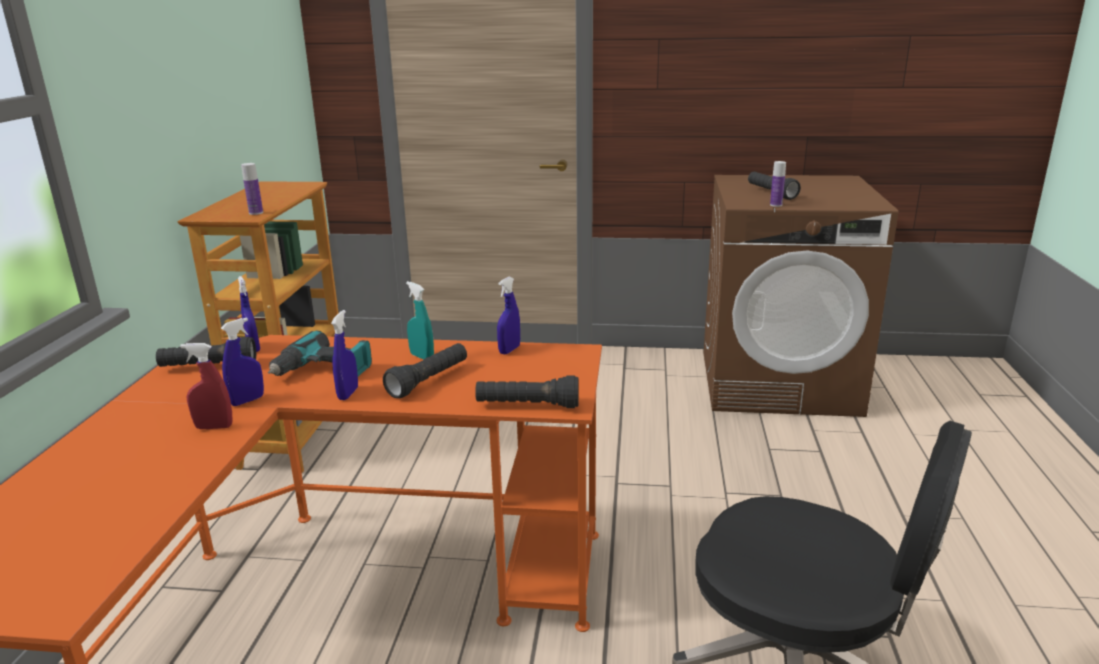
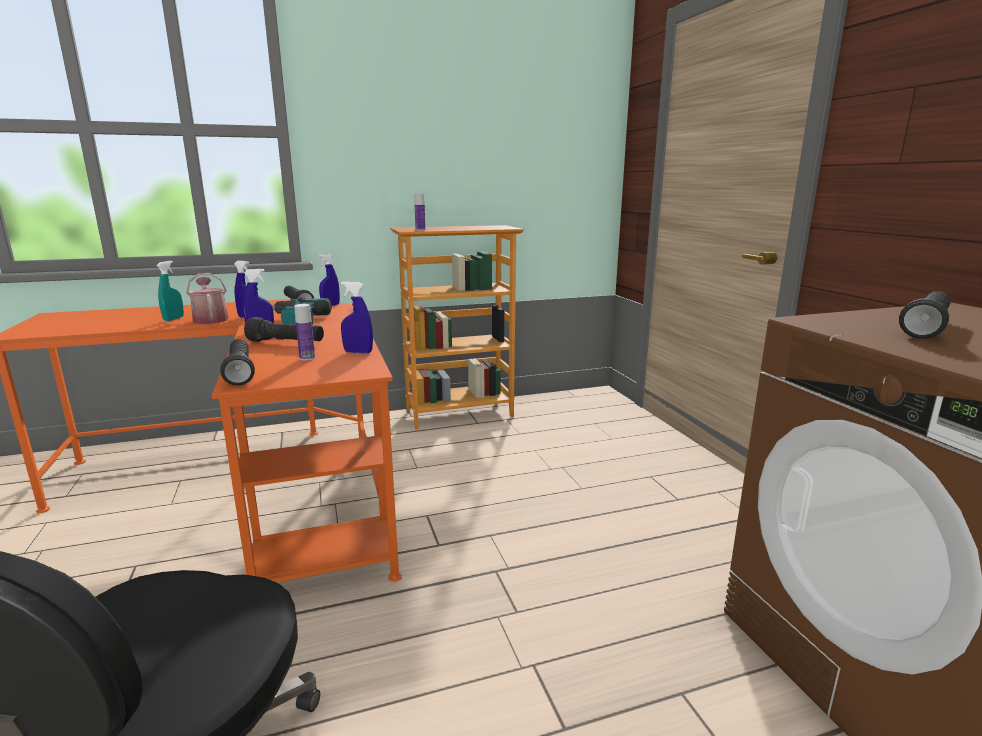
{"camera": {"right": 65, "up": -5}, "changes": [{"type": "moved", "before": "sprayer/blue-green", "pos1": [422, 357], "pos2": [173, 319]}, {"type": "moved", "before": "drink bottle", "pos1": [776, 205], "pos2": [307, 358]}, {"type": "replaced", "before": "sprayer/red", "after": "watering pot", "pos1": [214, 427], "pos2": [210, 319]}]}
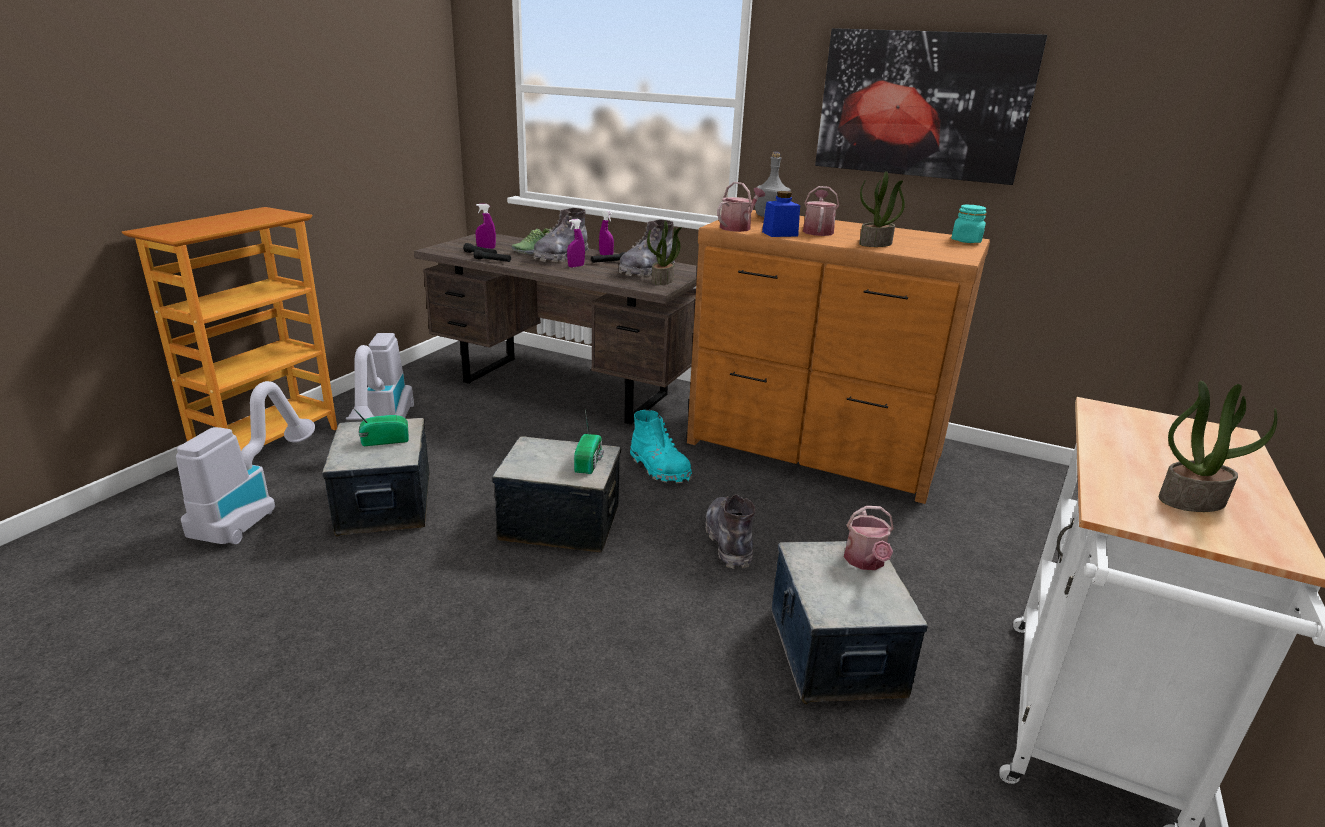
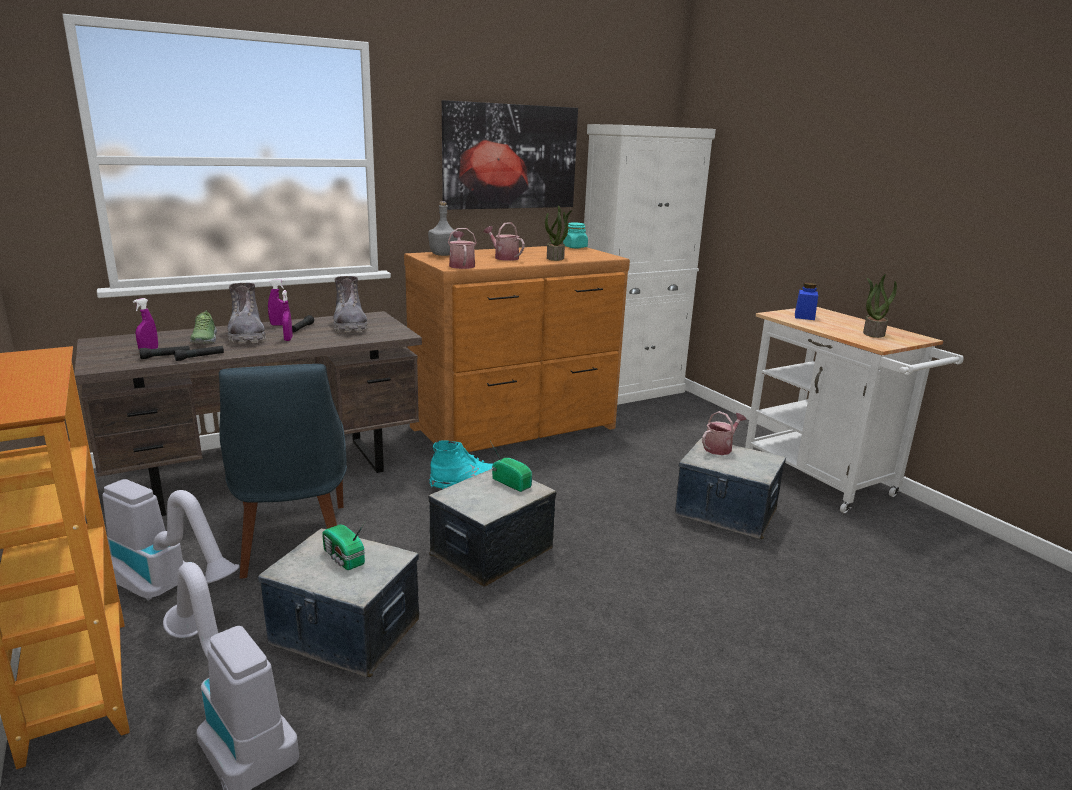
{"camera": {"right": -55, "up": -5}, "changes": [{"type": "removed", "before": "potted plant", "pos1": [663, 281]}, {"type": "removed", "before": "tall boot/gray", "pos1": [729, 541]}, {"type": "added", "after": "upright chair/bluish", "pos2": [294, 543]}, {"type": "added", "after": "cabinet/white", "pos2": [629, 391]}, {"type": "moved", "before": "storage jar/bluish", "pos1": [780, 234], "pos2": [804, 316]}, {"type": "turned", "before": "radio", "pos1": [383, 440], "pos2": [343, 558], "turn": -60}, {"type": "turned", "before": "watering pot", "pos1": [865, 562], "pos2": [720, 448], "turn": -75}]}
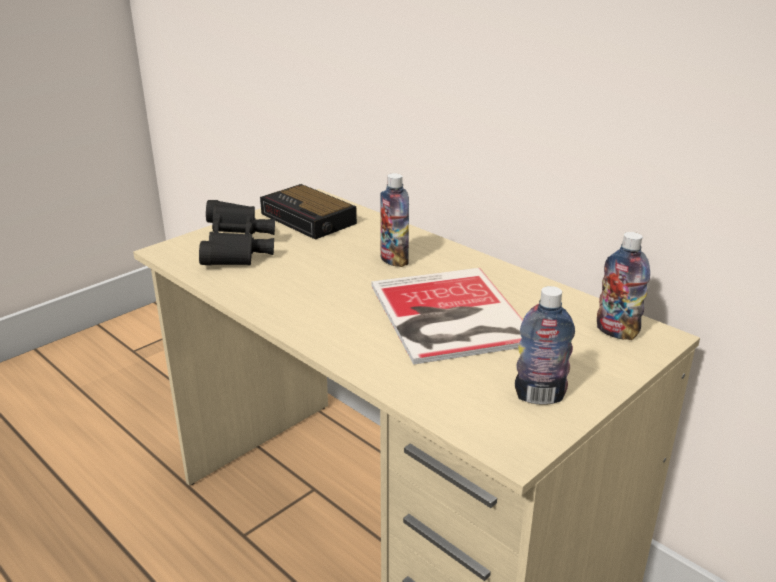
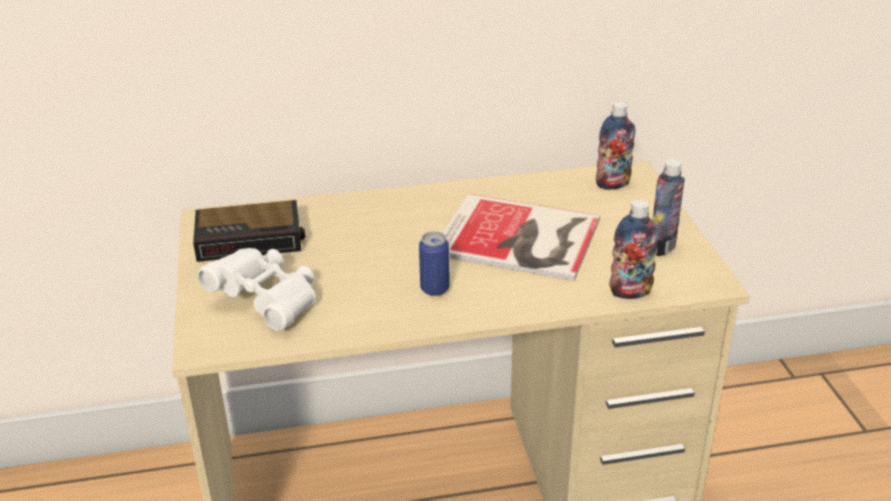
{"camera": {"right": -55, "up": 5}, "changes": [{"type": "added", "after": "can", "pos2": [435, 289]}, {"type": "moved", "before": "drink bottle", "pos1": [394, 260], "pos2": [630, 292]}, {"type": "recoloured", "before": "field glasses/black", "after": "field glasses/white", "pos1": [238, 251], "pos2": [267, 301]}]}
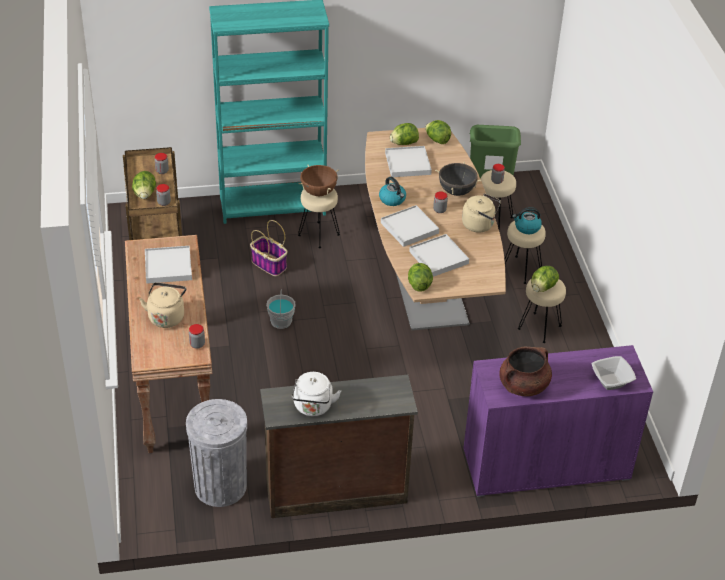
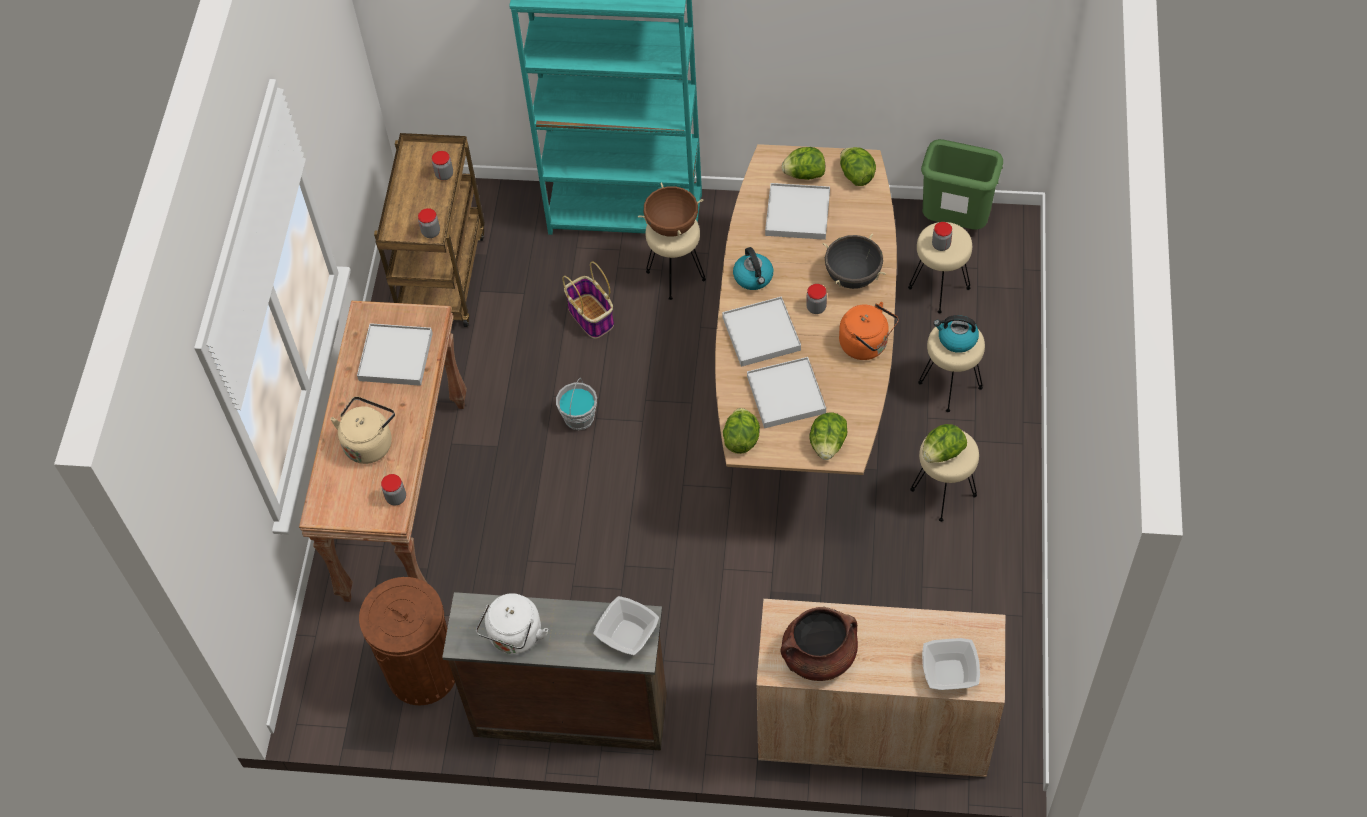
{"camera": {"right": 20, "up": 15}, "changes": [{"type": "added", "after": "serving bowl", "pos2": [628, 635]}, {"type": "moved", "before": "head of lettuce", "pos1": [145, 194], "pos2": [827, 444]}, {"type": "recoloured", "before": "waste bin/gray", "after": "waste bin/brownish", "pos1": [220, 486], "pos2": [422, 672]}, {"type": "recoloured", "before": "tea kettle/beige", "after": "tea kettle/orange", "pos1": [480, 225], "pos2": [866, 345]}, {"type": "recoloured", "before": "cabinet/purple-coloured", "after": "cabinet/beige", "pos1": [546, 464], "pos2": [873, 728]}]}
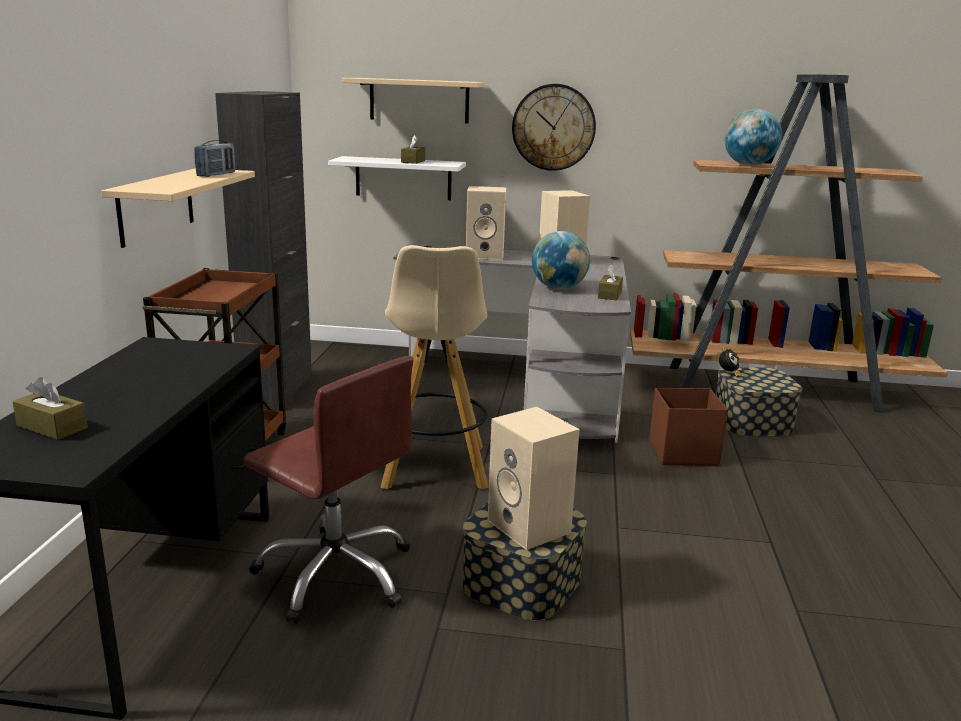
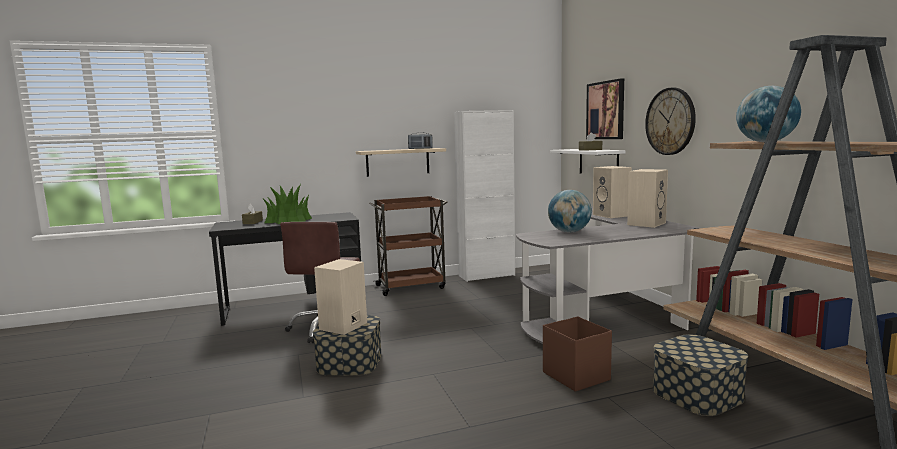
{"camera": {"right": 65, "up": -10}, "changes": [{"type": "removed", "before": "sitting stool/beige", "pos1": [434, 468]}, {"type": "removed", "before": "tissue holder/brownish", "pos1": [609, 295]}, {"type": "removed", "before": "bedside clock", "pos1": [728, 374]}, {"type": "added", "after": "potted plant", "pos2": [288, 220]}, {"type": "replaced", "before": "shelf/beige", "after": "wall picture", "pos1": [419, 100], "pos2": [605, 110]}, {"type": "recoloured", "before": "cabinet/black", "after": "cabinet/white", "pos1": [277, 391], "pos2": [486, 275]}]}
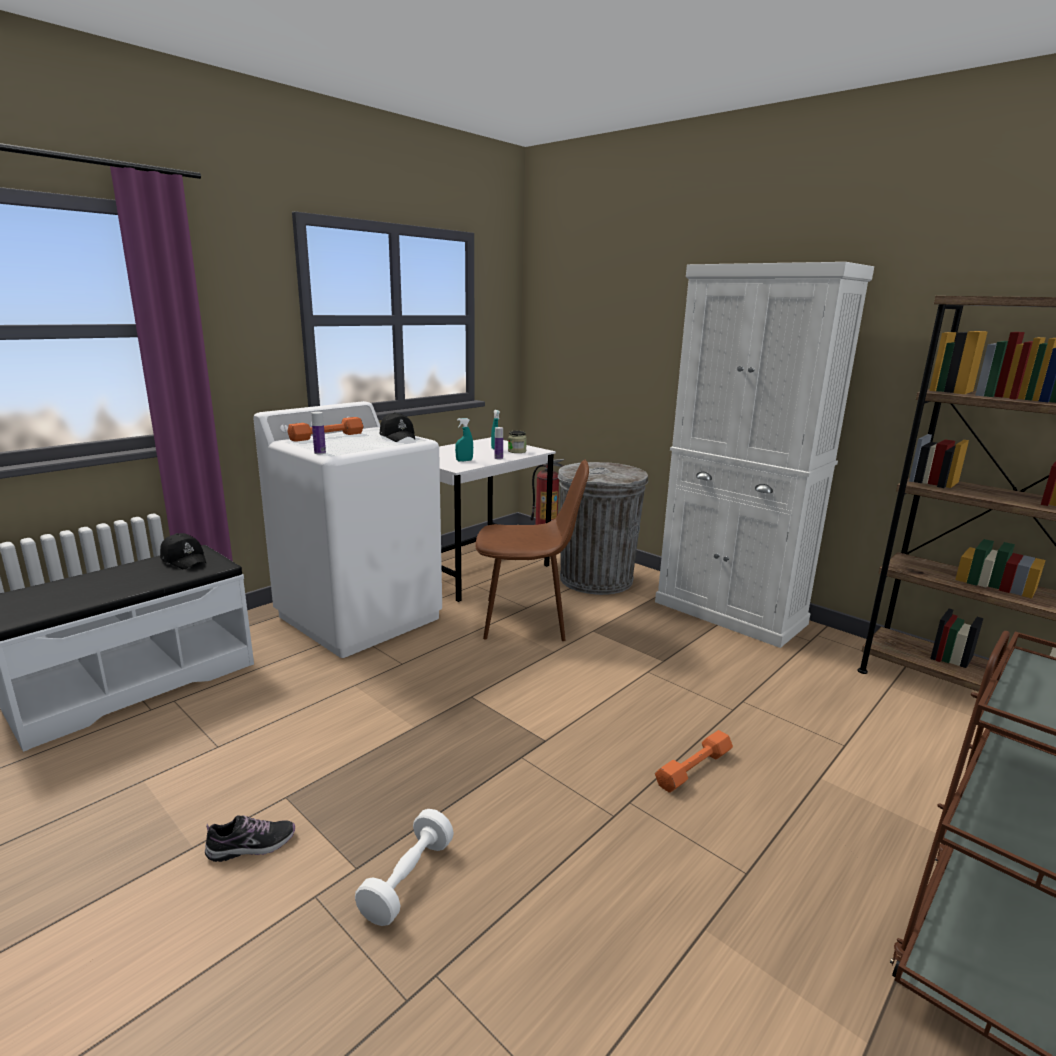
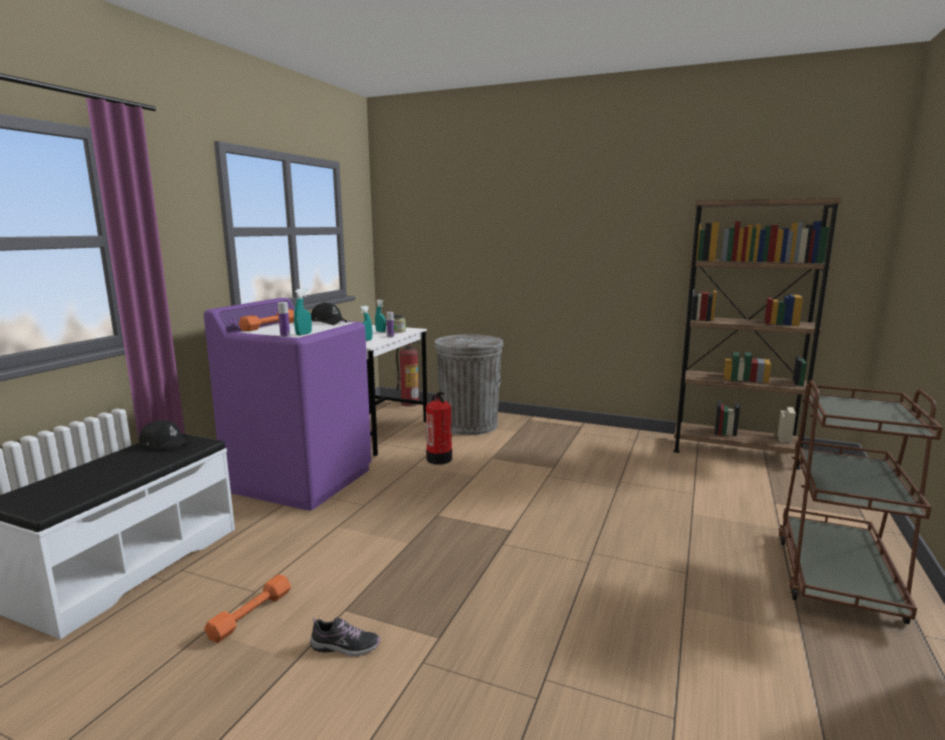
{"camera": {"right": -20, "up": -5}, "changes": [{"type": "removed", "before": "hand weight/white", "pos1": [407, 880]}, {"type": "removed", "before": "cabinet/white", "pos1": [729, 613]}, {"type": "added", "after": "sprayer/blue-green", "pos2": [303, 334]}, {"type": "moved", "before": "hand weight/orange", "pos1": [693, 768], "pos2": [250, 614]}, {"type": "replaced", "before": "upright chair/brownish", "after": "extinguisher", "pos1": [528, 620], "pos2": [439, 459]}, {"type": "recoloured", "before": "laundry appliance/white", "after": "laundry appliance/purple-coloured", "pos1": [360, 617], "pos2": [301, 479]}, {"type": "turned", "before": "low shoe", "pos1": [251, 846], "pos2": [345, 646], "turn": 45}]}
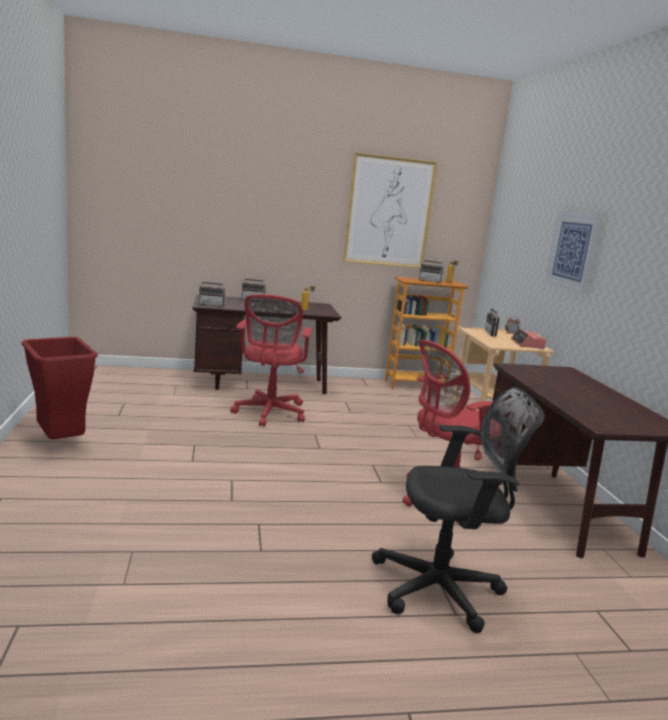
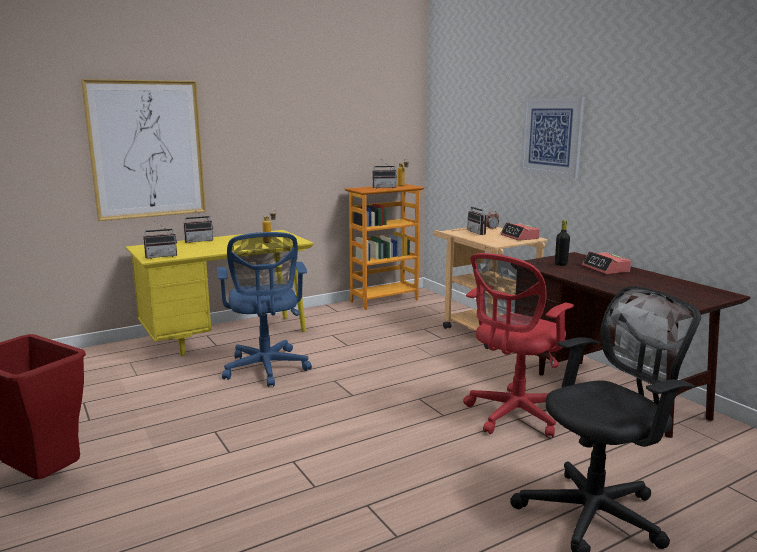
{"camera": {"right": -20, "up": 0}, "changes": [{"type": "added", "after": "drink bottle/black", "pos2": [561, 264]}, {"type": "added", "after": "bedside clock", "pos2": [605, 269]}, {"type": "moved", "before": "wall picture", "pos1": [389, 212], "pos2": [147, 149]}, {"type": "recoloured", "before": "desk table/brownish", "after": "desk table/yellowish", "pos1": [260, 384], "pos2": [227, 337]}, {"type": "recoloured", "before": "desk chair/red", "after": "desk chair/bluish", "pos1": [269, 413], "pos2": [266, 369]}]}
